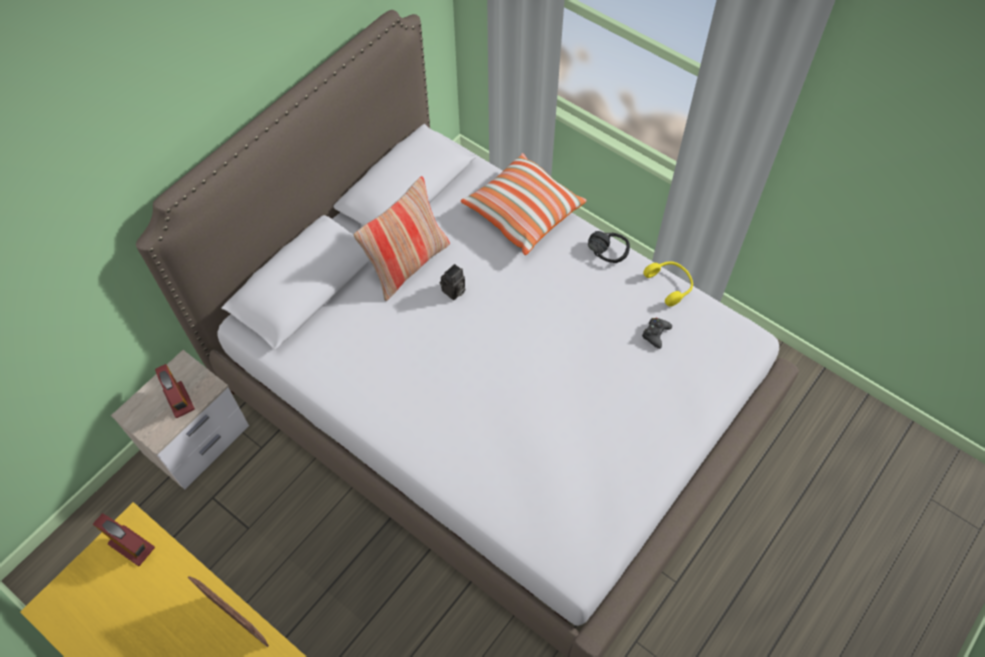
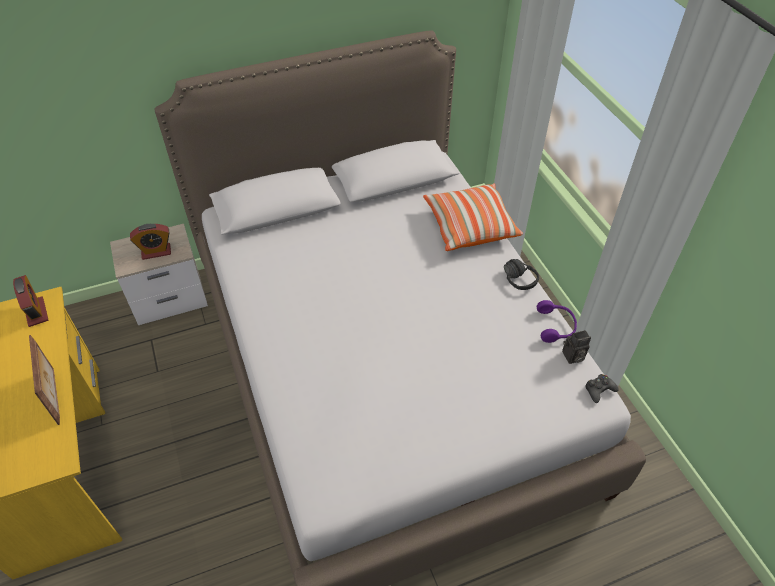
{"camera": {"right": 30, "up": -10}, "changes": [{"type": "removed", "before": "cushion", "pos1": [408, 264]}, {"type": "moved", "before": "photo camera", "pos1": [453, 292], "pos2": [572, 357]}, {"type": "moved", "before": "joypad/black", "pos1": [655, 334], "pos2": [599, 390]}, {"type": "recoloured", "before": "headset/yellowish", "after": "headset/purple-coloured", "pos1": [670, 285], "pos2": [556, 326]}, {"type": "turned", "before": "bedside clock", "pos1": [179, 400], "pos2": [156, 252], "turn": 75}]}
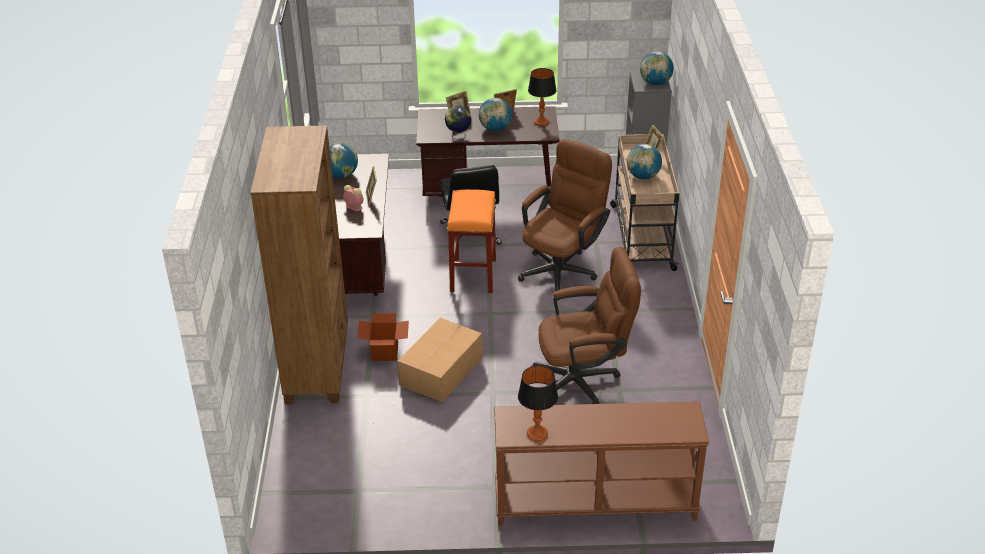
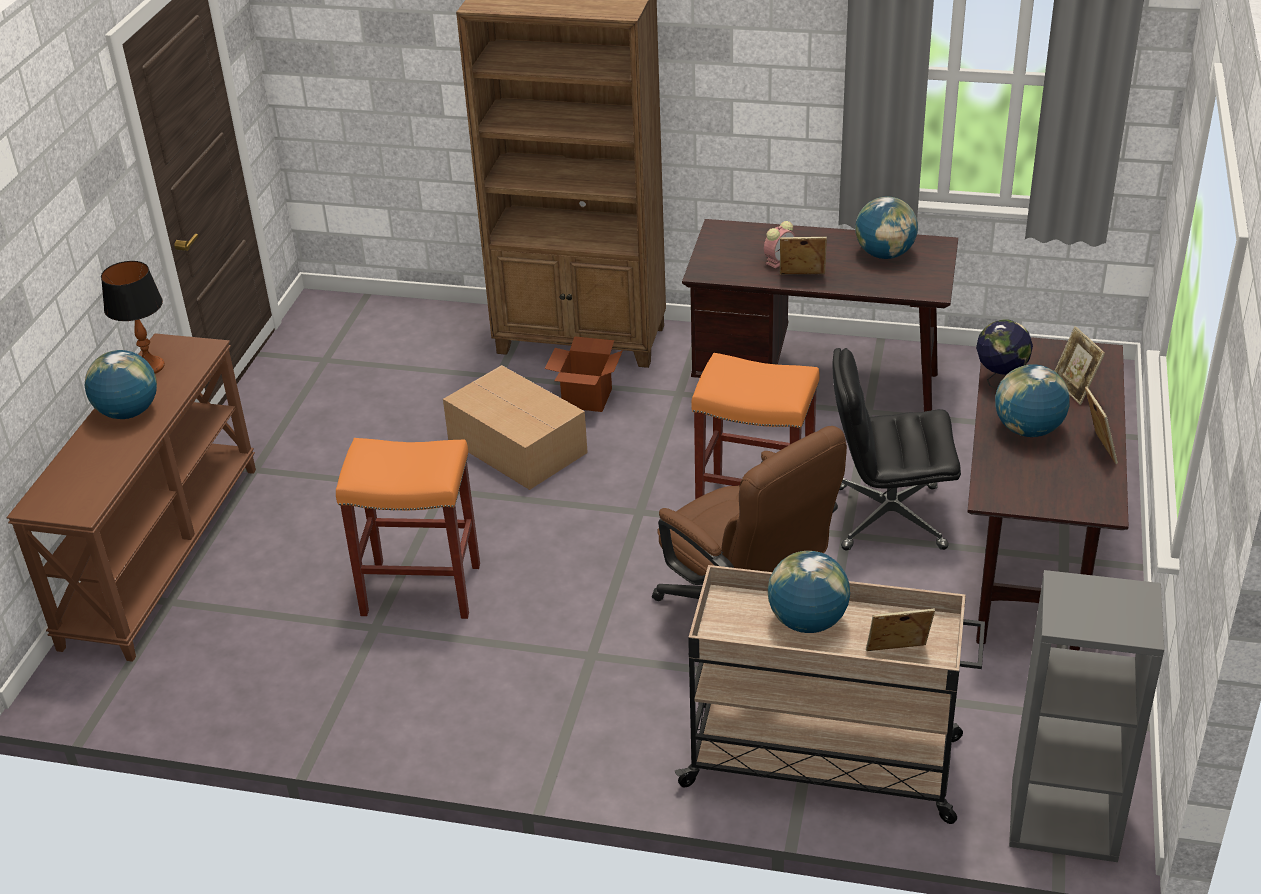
{"camera": {"right": 105, "up": 0}, "changes": [{"type": "removed", "before": "tabletop lamp", "pos1": [541, 122]}, {"type": "moved", "before": "globe", "pos1": [655, 83], "pos2": [128, 412]}, {"type": "replaced", "before": "desk chair/brownish", "after": "sitting stool/orange", "pos1": [583, 380], "pos2": [419, 590]}]}
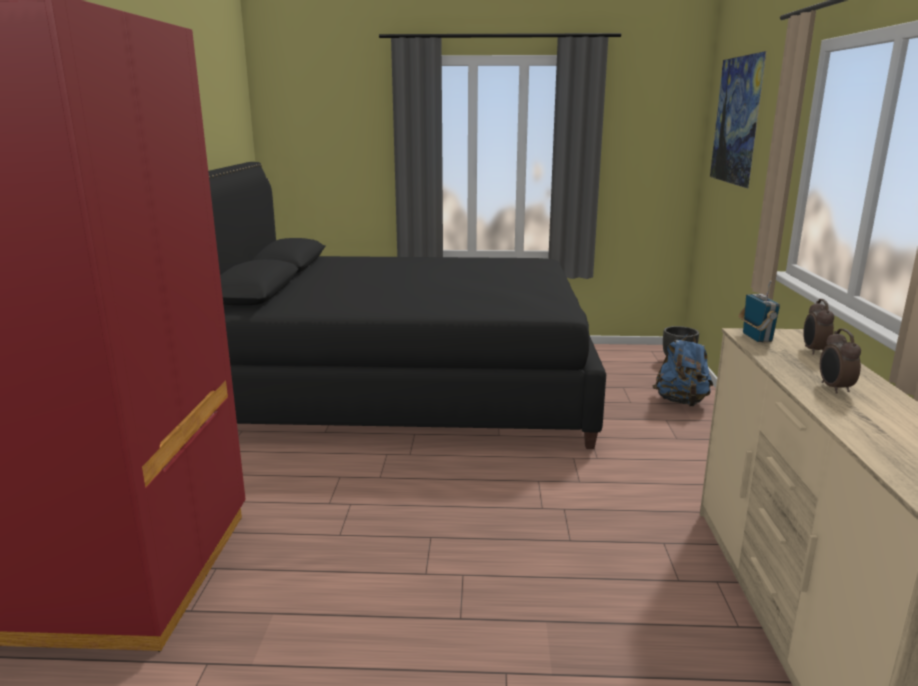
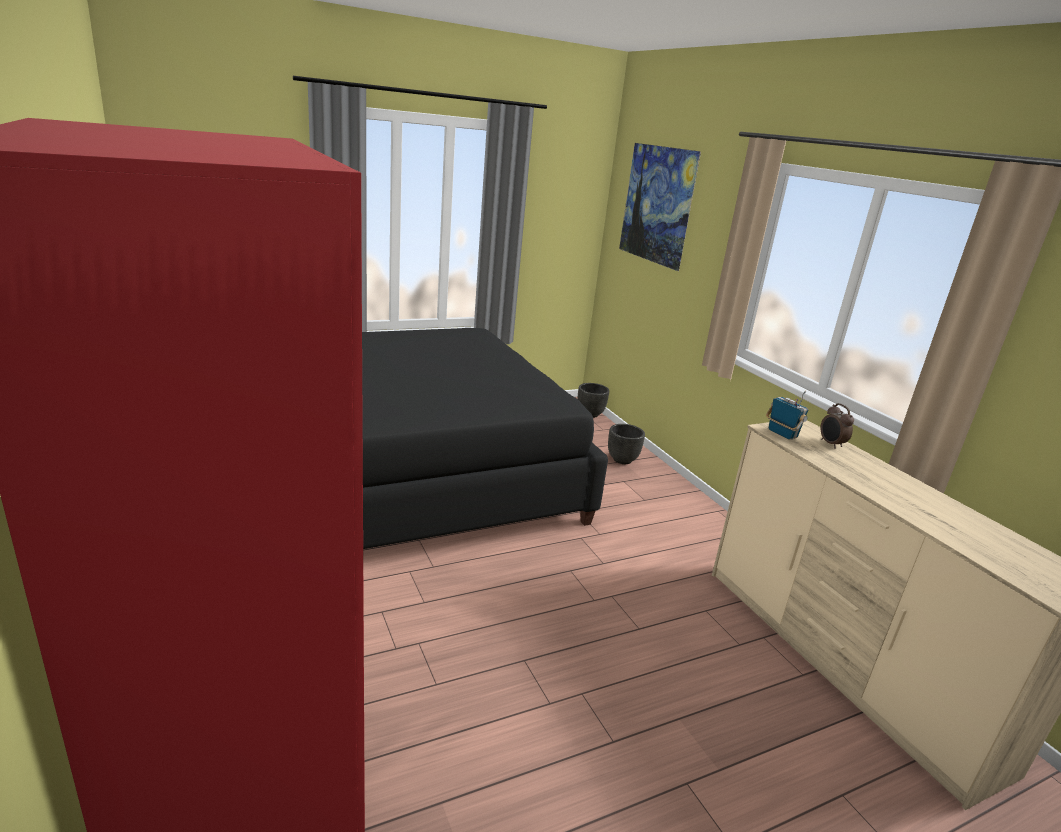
{"camera": {"right": -30, "up": 5}, "changes": [{"type": "removed", "before": "bedside clock", "pos1": [834, 388]}, {"type": "replaced", "before": "backpack/bluish", "after": "flower pot/black", "pos1": [681, 402], "pos2": [622, 460]}]}
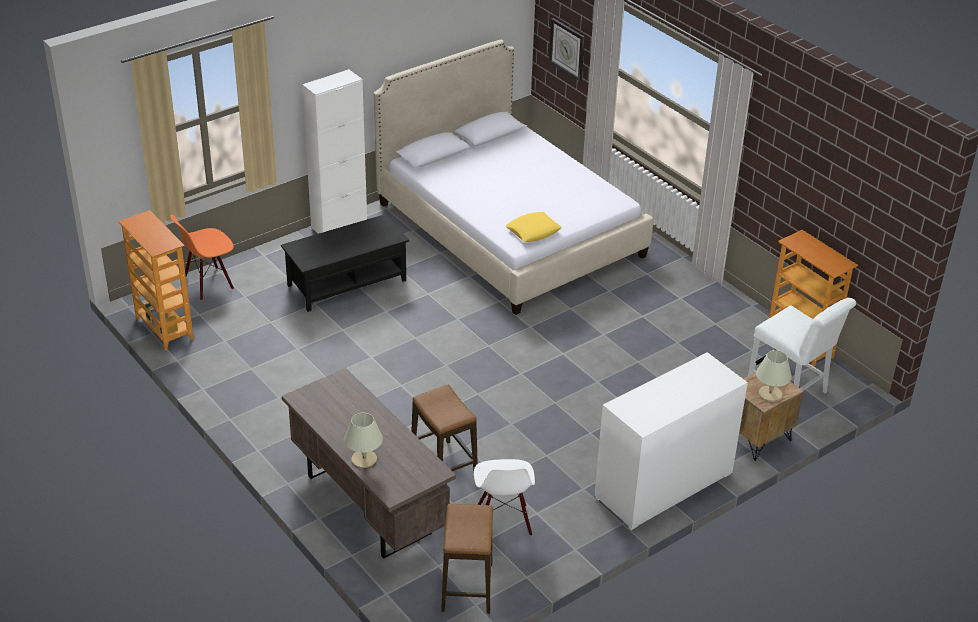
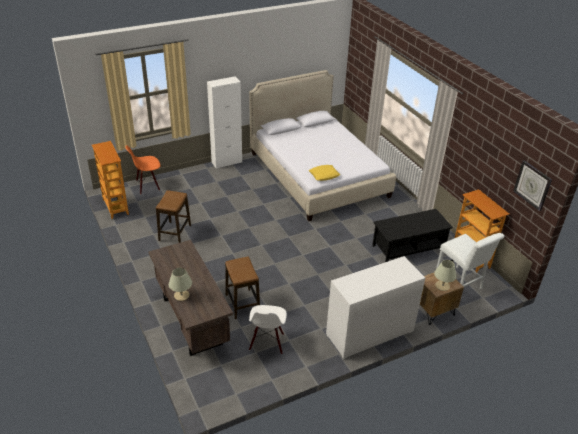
{"camera": {"right": 10, "up": 0}, "changes": [{"type": "moved", "before": "low table/black", "pos1": [347, 283], "pos2": [408, 248]}, {"type": "moved", "before": "sitting stool", "pos1": [467, 587], "pos2": [175, 233]}, {"type": "moved", "before": "wall clock", "pos1": [567, 49], "pos2": [532, 185]}]}
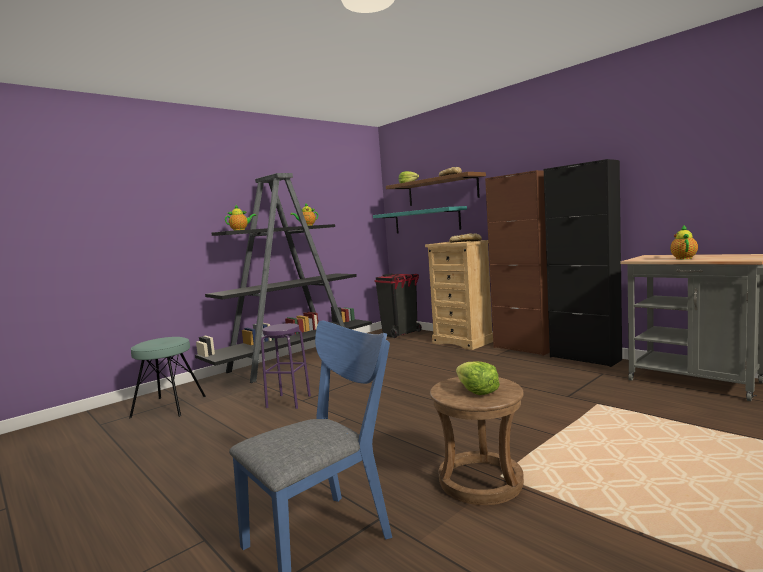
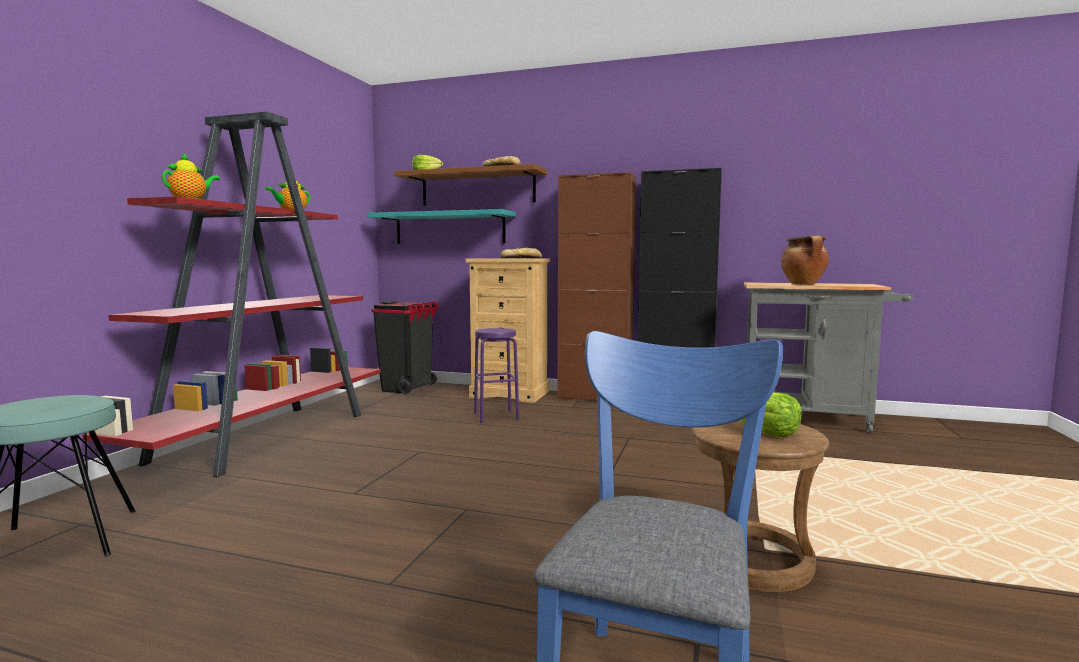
{"camera": {"right": -30, "up": 0}, "changes": [{"type": "moved", "before": "sitting stool/purple-coloured", "pos1": [288, 401], "pos2": [496, 416]}, {"type": "replaced", "before": "pot for tea", "after": "saucepot", "pos1": [683, 258], "pos2": [804, 284]}, {"type": "recoloured", "before": "bookshelf/black", "after": "bookshelf/red", "pos1": [294, 361], "pos2": [267, 436]}]}
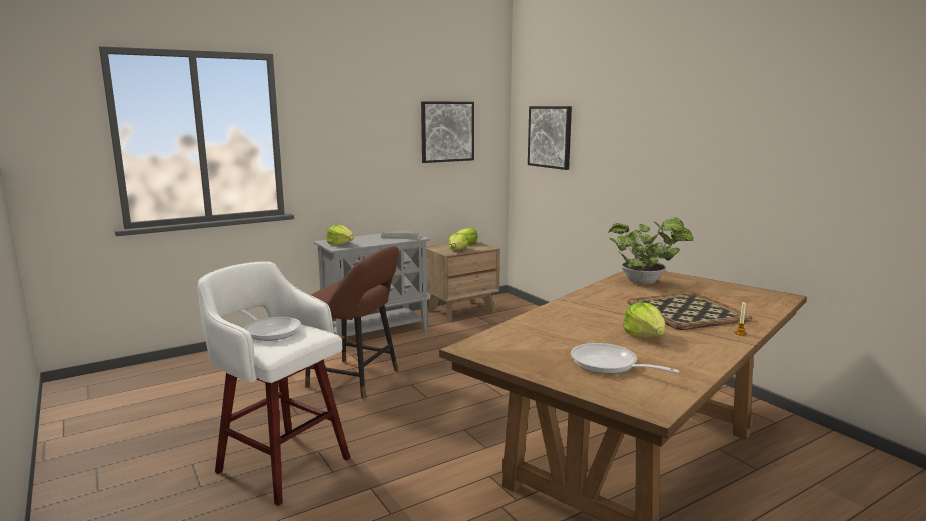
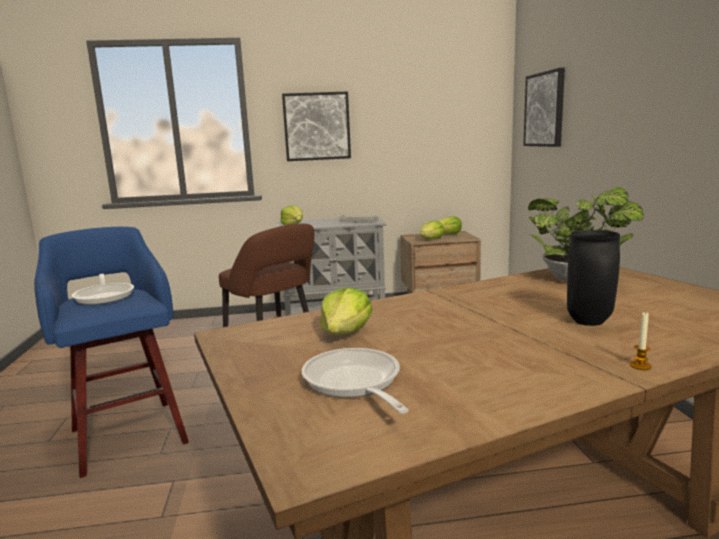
{"camera": {"right": 25, "up": 0}, "changes": [{"type": "moved", "before": "wall picture", "pos1": [447, 131], "pos2": [317, 126]}, {"type": "moved", "before": "head of lettuce", "pos1": [644, 335], "pos2": [345, 333]}, {"type": "replaced", "before": "tray", "after": "flower vase/black", "pos1": [685, 311], "pos2": [587, 322]}, {"type": "recoloured", "before": "sitting stool/white", "after": "sitting stool/bluish", "pos1": [281, 463], "pos2": [128, 434]}]}
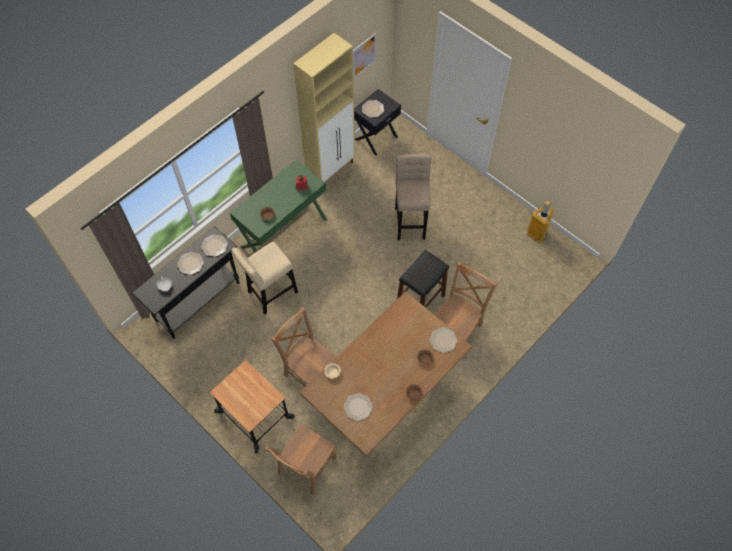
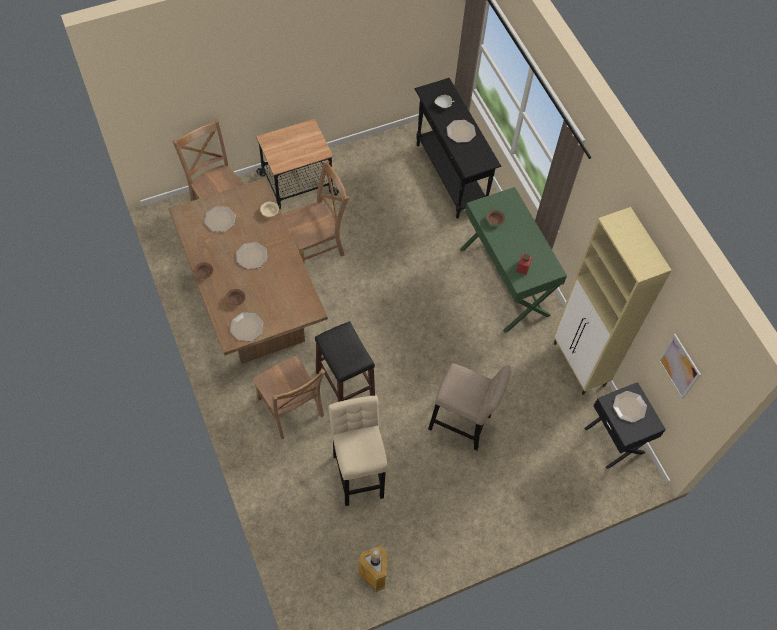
{"camera": {"right": 110, "up": 0}, "changes": [{"type": "moved", "before": "dinner plate", "pos1": [215, 246], "pos2": [251, 256]}, {"type": "moved", "before": "sitting stool/beige", "pos1": [270, 294], "pos2": [358, 472]}]}
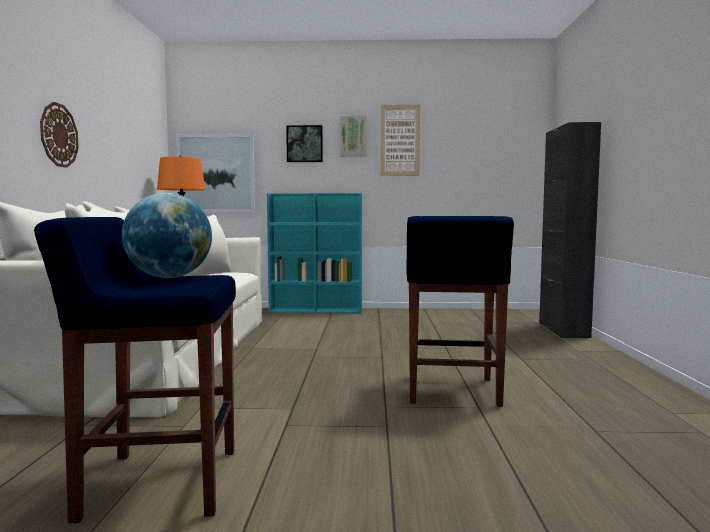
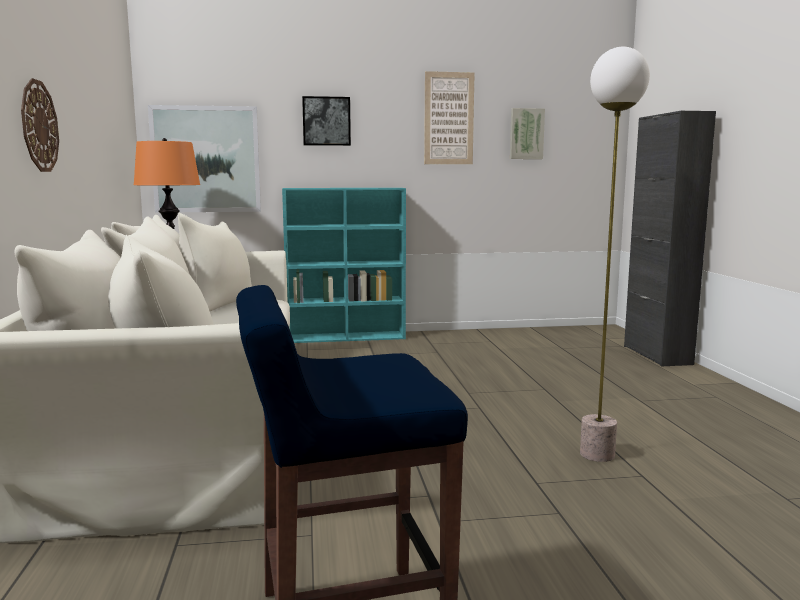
{"camera": {"right": -10, "up": 5}, "changes": [{"type": "removed", "before": "globe", "pos1": [169, 277]}, {"type": "moved", "before": "wall picture", "pos1": [353, 136], "pos2": [526, 134]}, {"type": "replaced", "before": "sitting stool/bluish", "after": "standard lamp", "pos1": [452, 391], "pos2": [597, 455]}]}
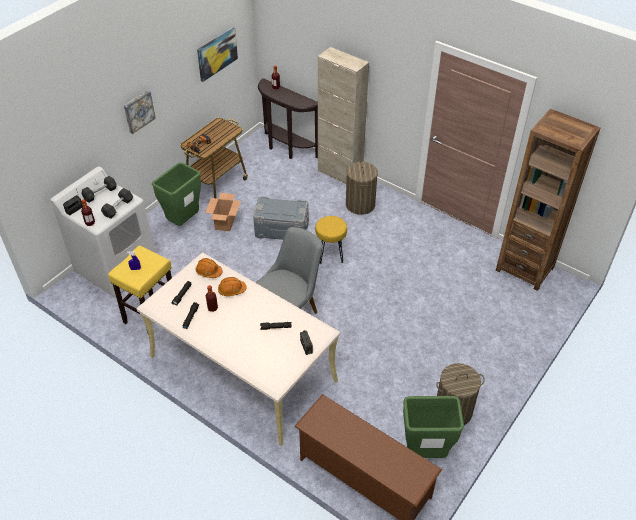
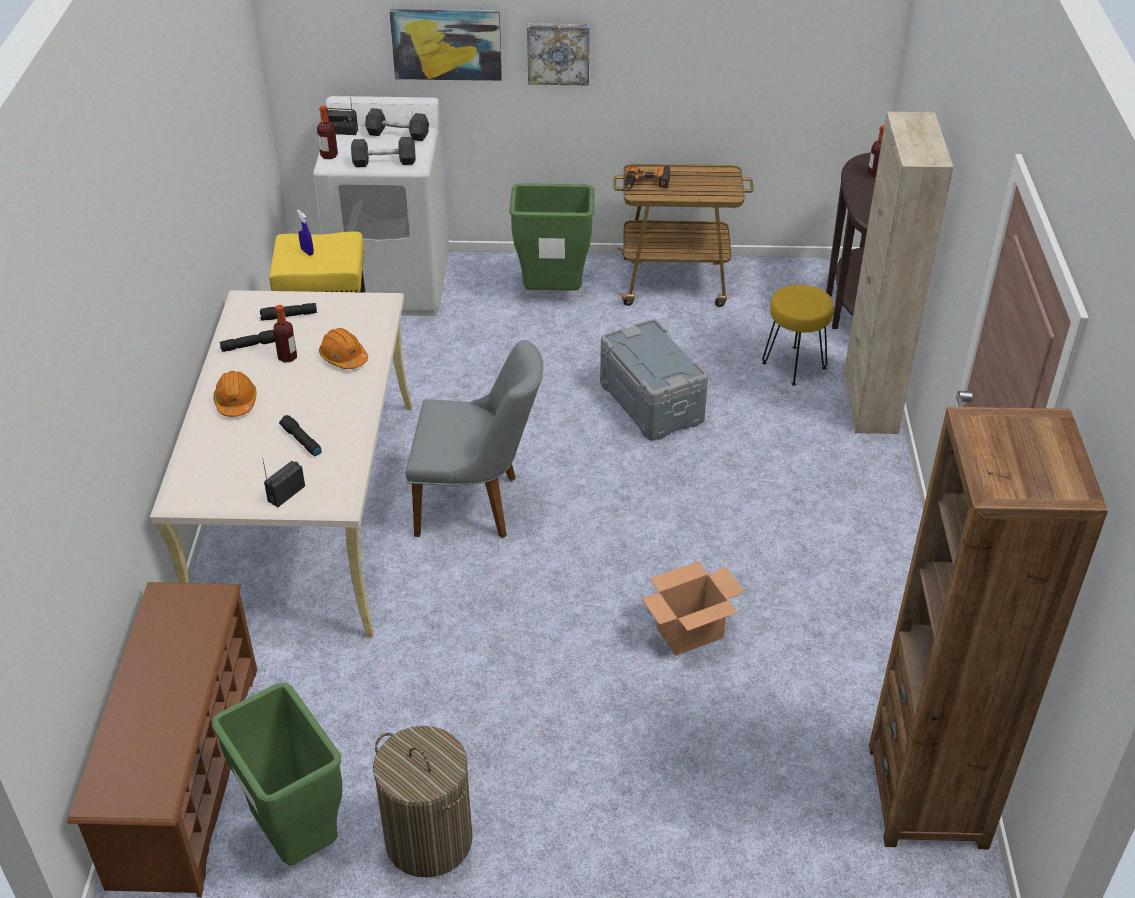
{"camera": {"right": 55, "up": -5}, "changes": [{"type": "removed", "before": "laundry basket", "pos1": [360, 205]}, {"type": "moved", "before": "hard hat/orange", "pos1": [208, 271], "pos2": [236, 402]}, {"type": "moved", "before": "wall picture", "pos1": [217, 54], "pos2": [446, 44]}, {"type": "moved", "before": "packing box", "pos1": [225, 223], "pos2": [689, 633]}, {"type": "moved", "before": "sitting stool/yellowish", "pos1": [331, 254], "pos2": [795, 365]}]}
